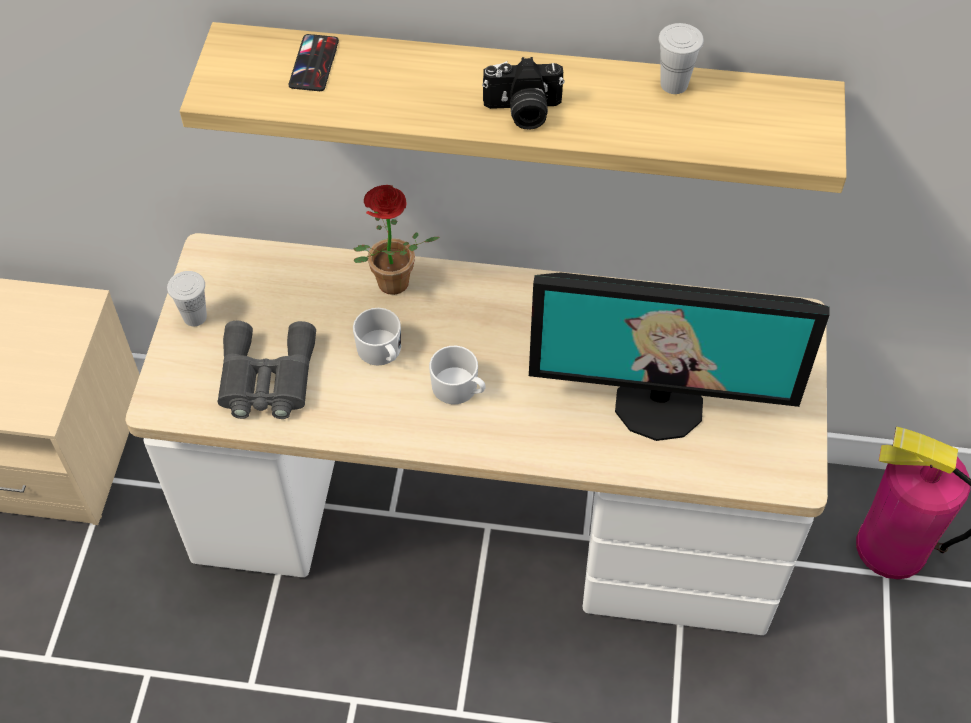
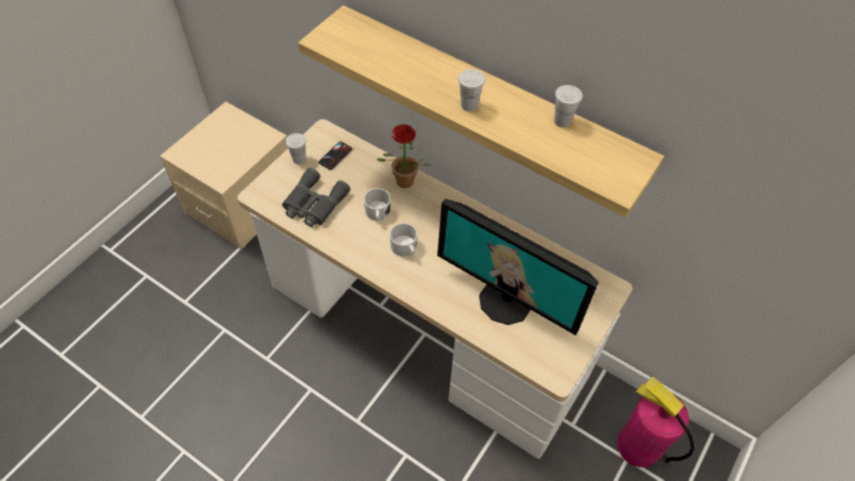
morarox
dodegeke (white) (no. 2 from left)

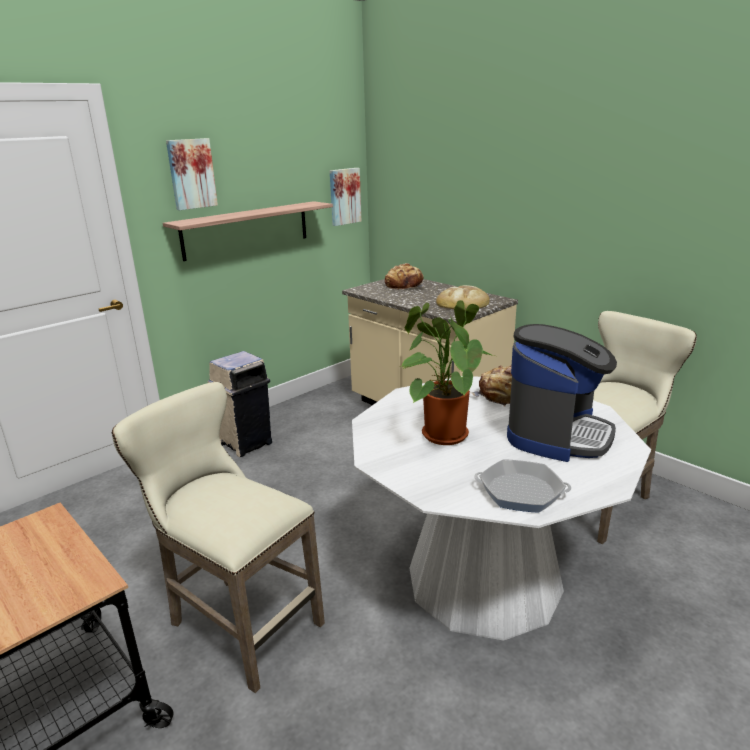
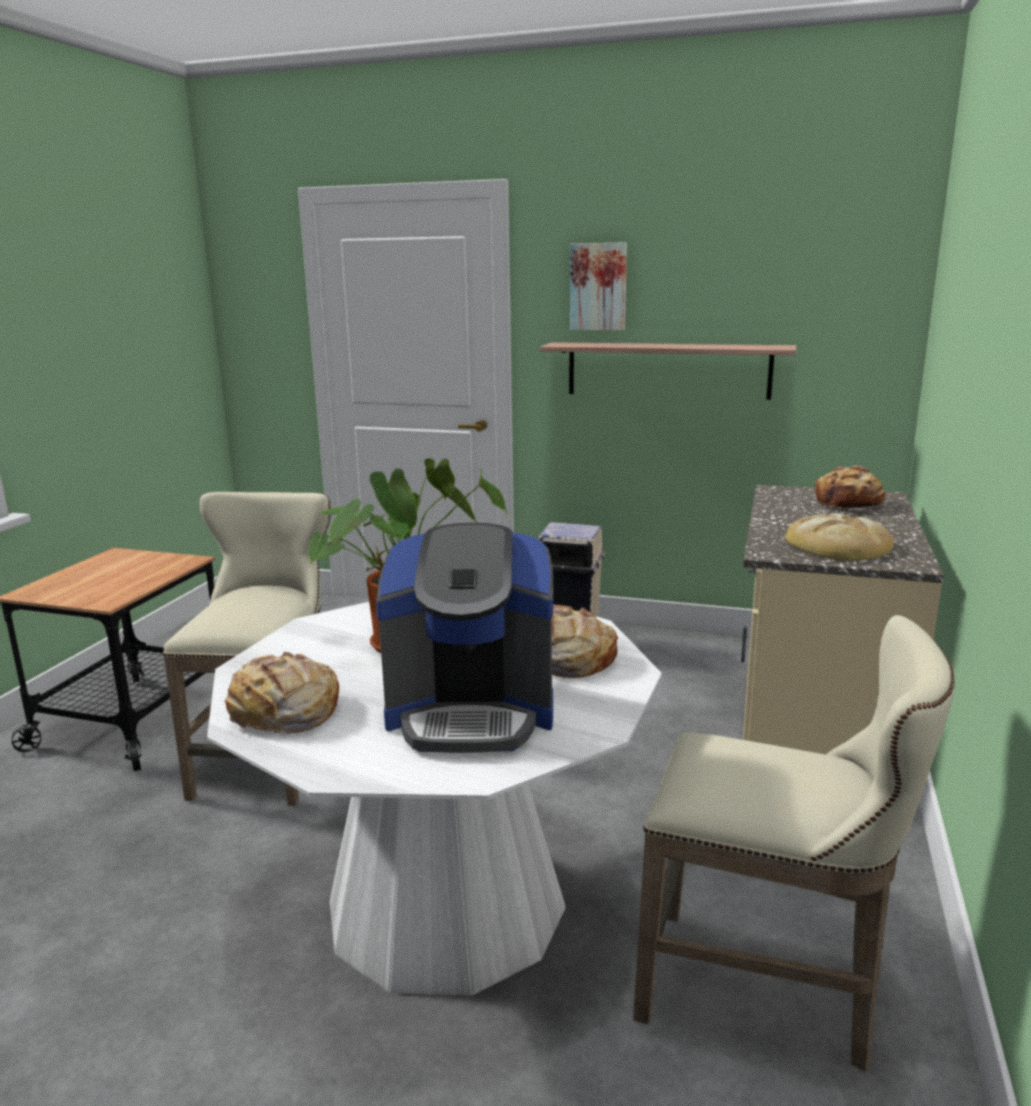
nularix (no. 1 from left)
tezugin (no. 2 from left in the first image)

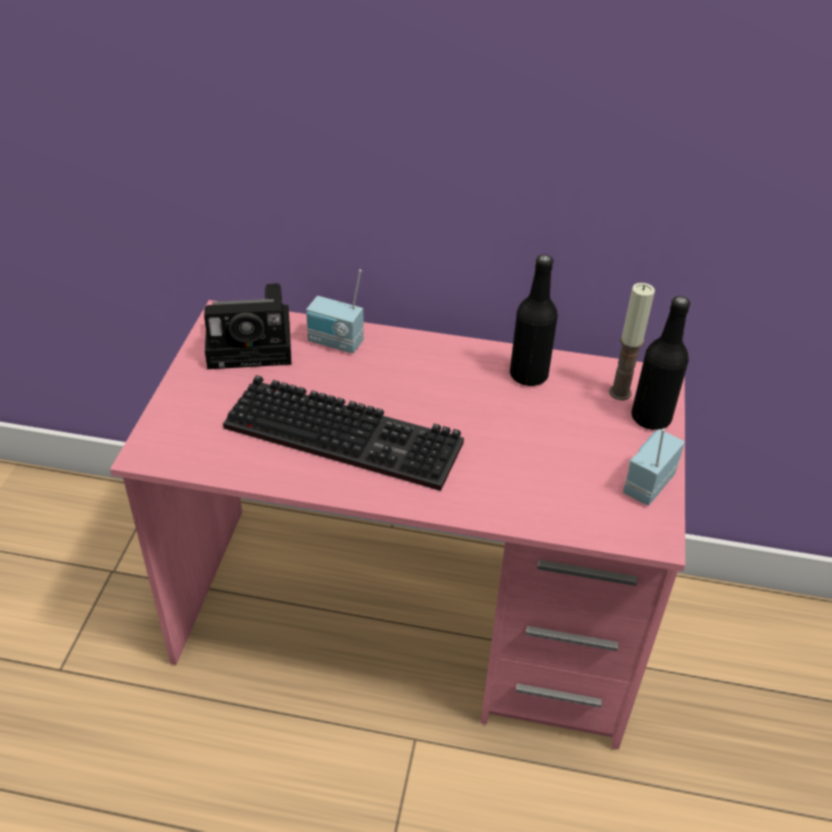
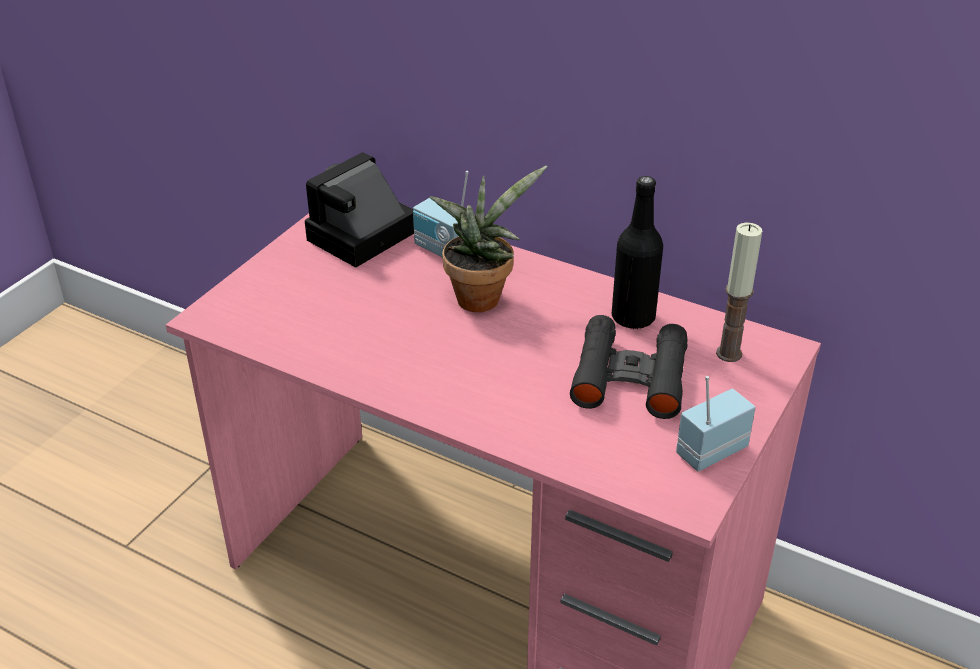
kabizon
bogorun
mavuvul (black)
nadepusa
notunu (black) (no. 2 from left in the first image)

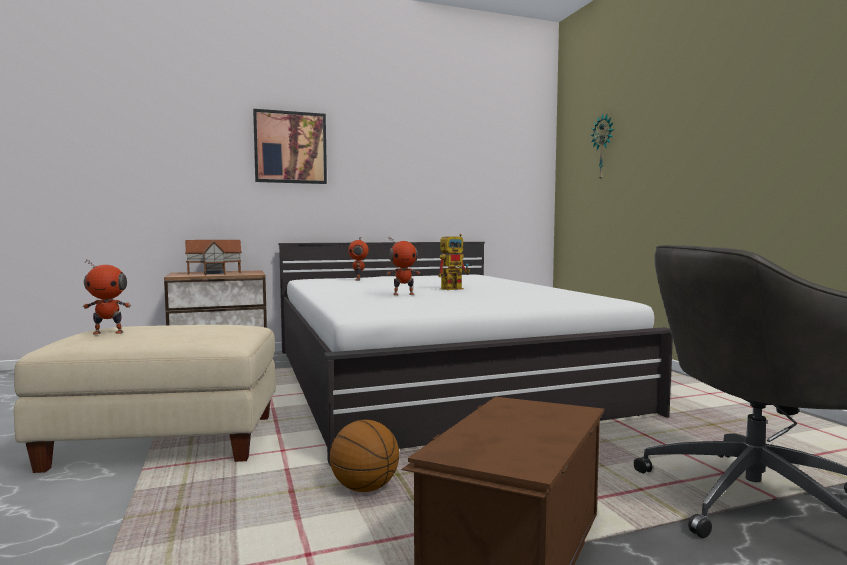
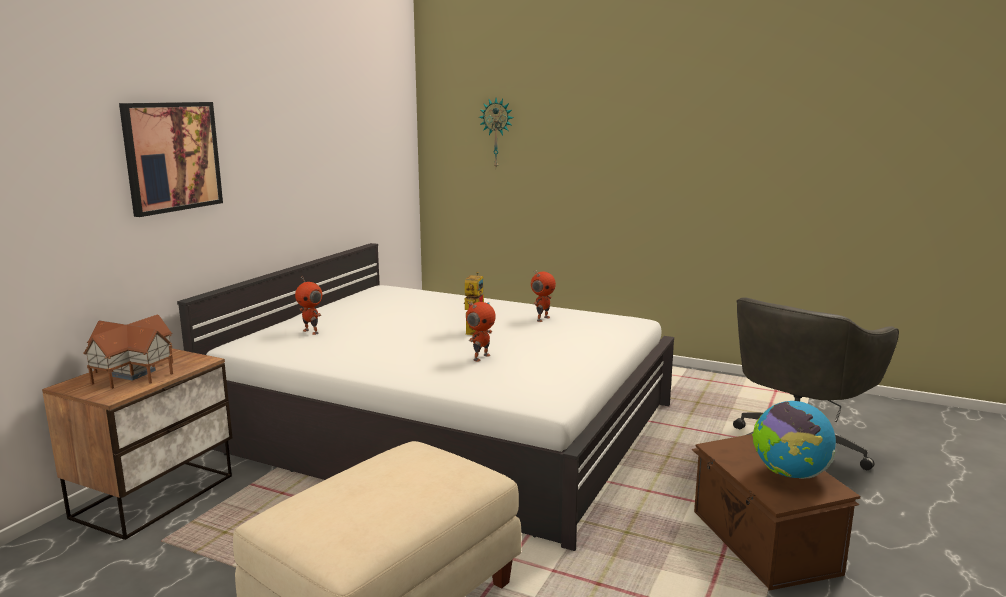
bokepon (no. 4 from left)
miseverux
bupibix

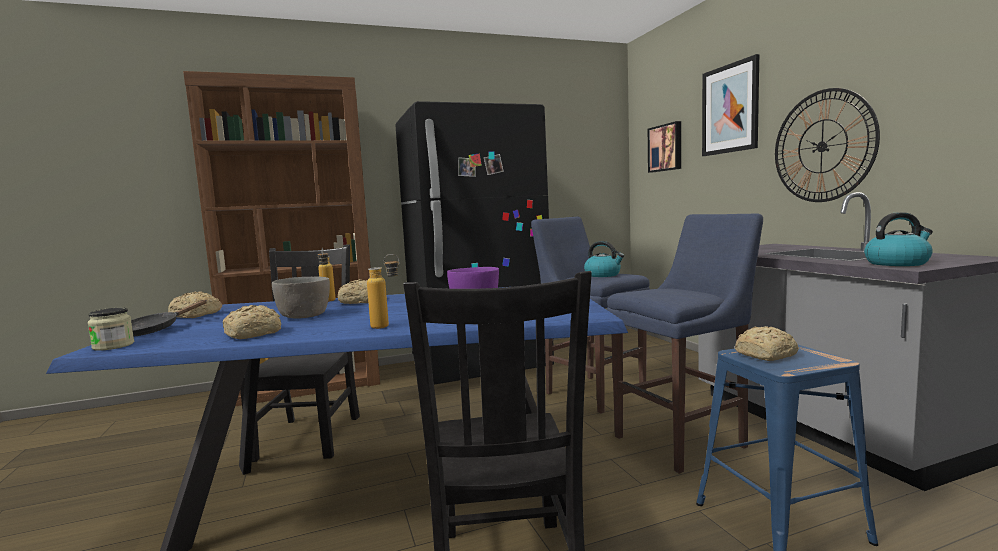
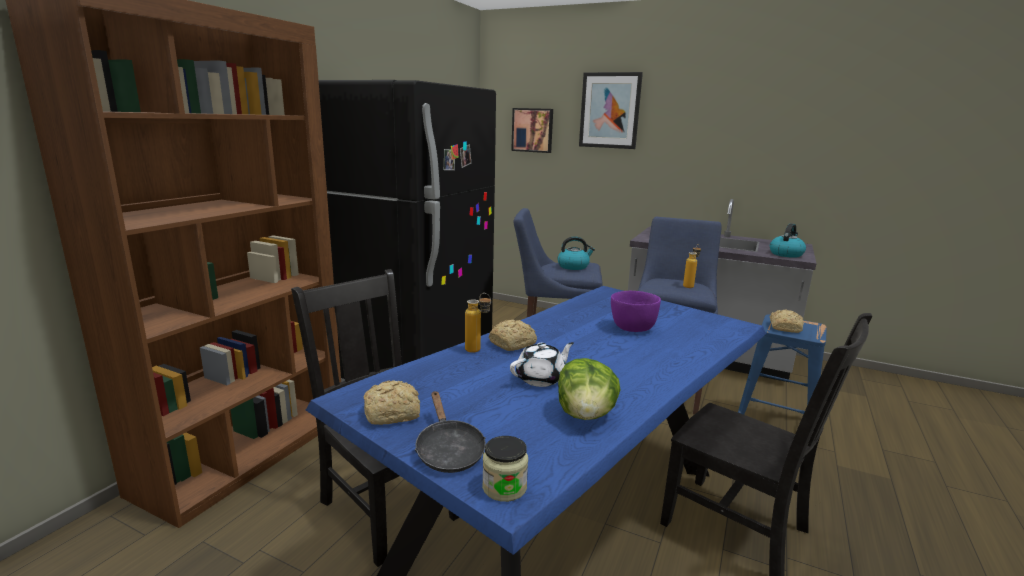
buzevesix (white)
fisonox
notunu (no. 2 from left)
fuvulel

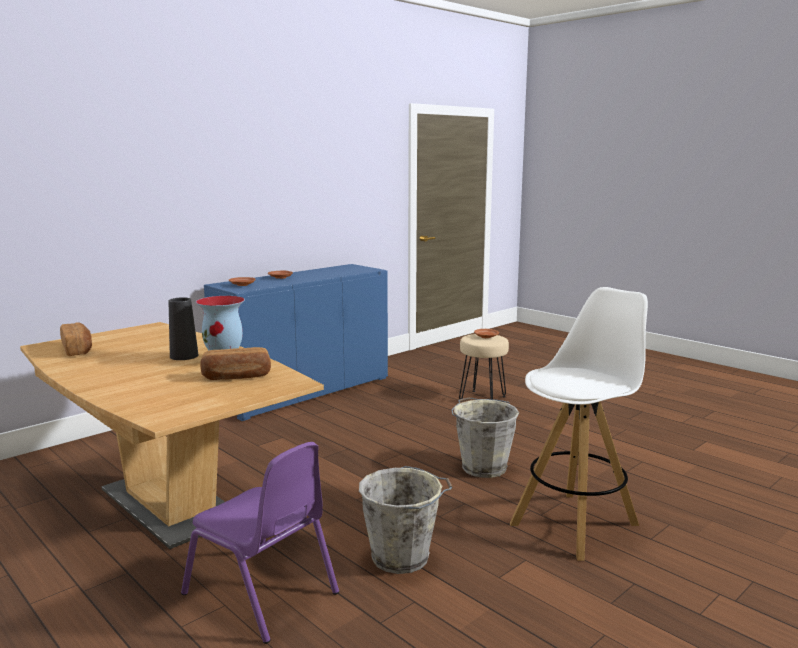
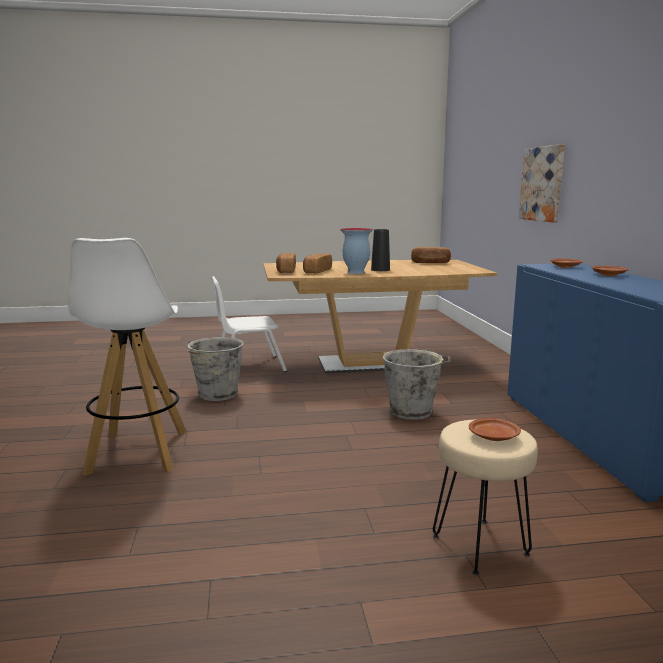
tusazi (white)
nularix (no. 1 from left)
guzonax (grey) (no. 2 from left)
tezugin

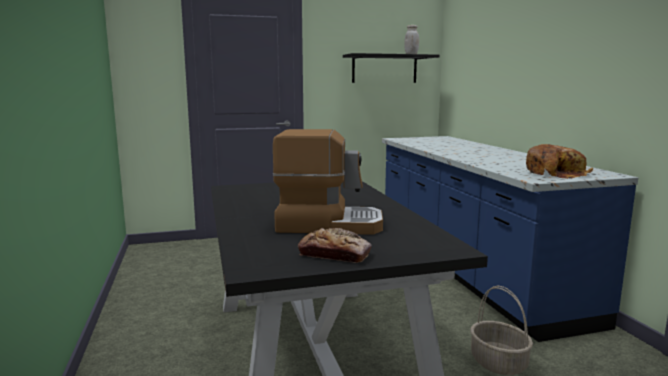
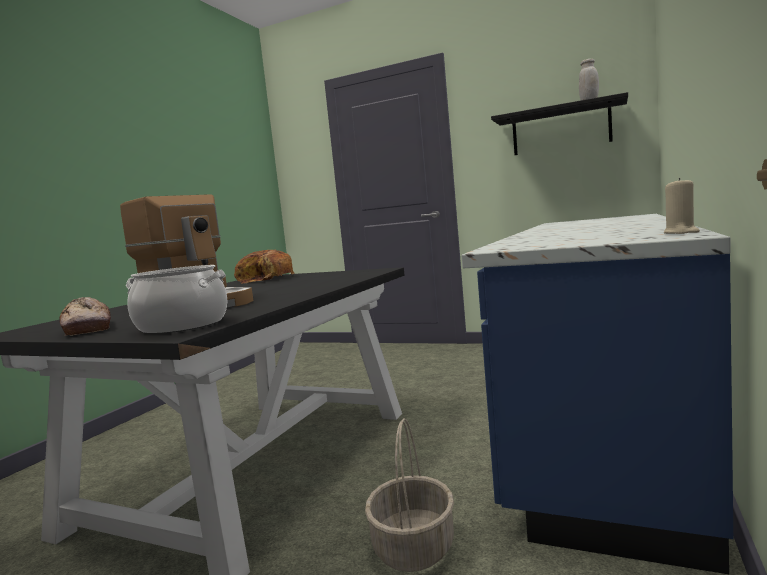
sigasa
nularix (no. 2 from left)
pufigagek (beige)

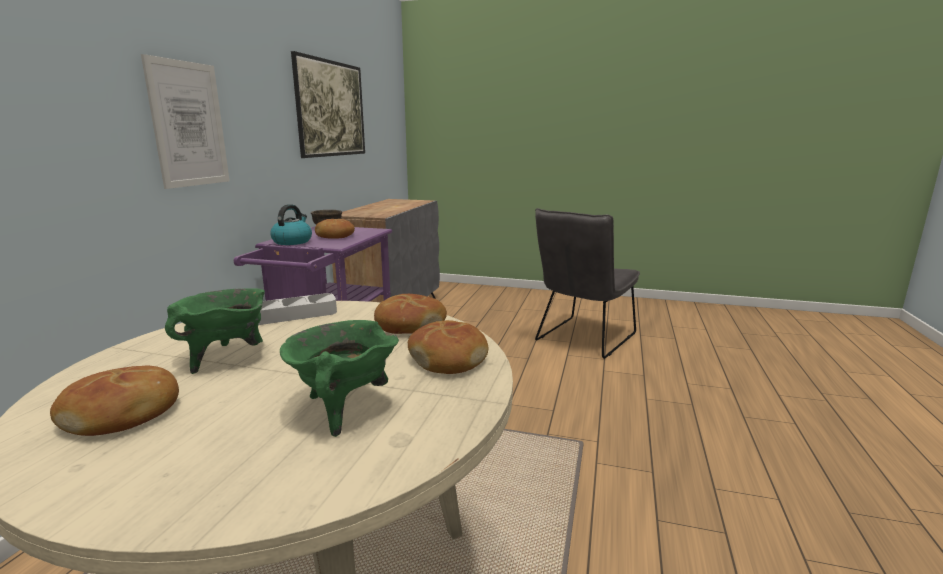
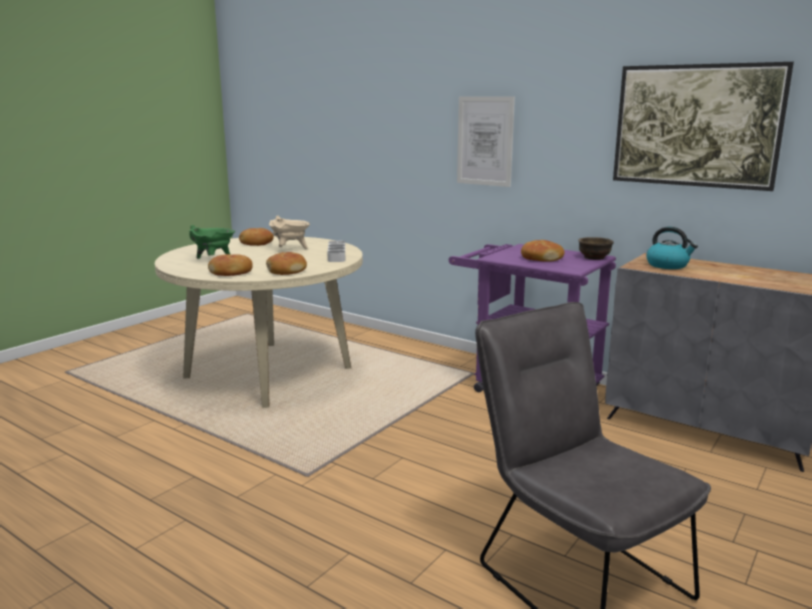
sigasa (beige)
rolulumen

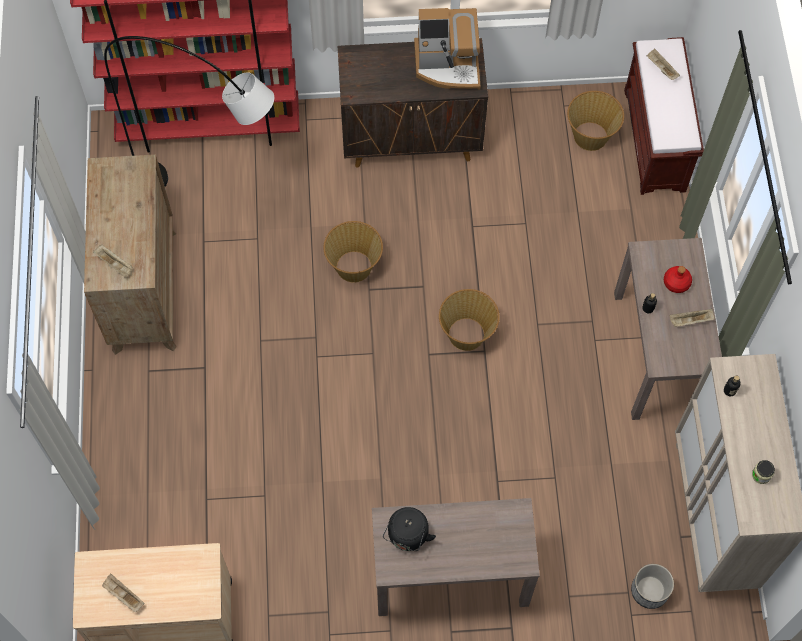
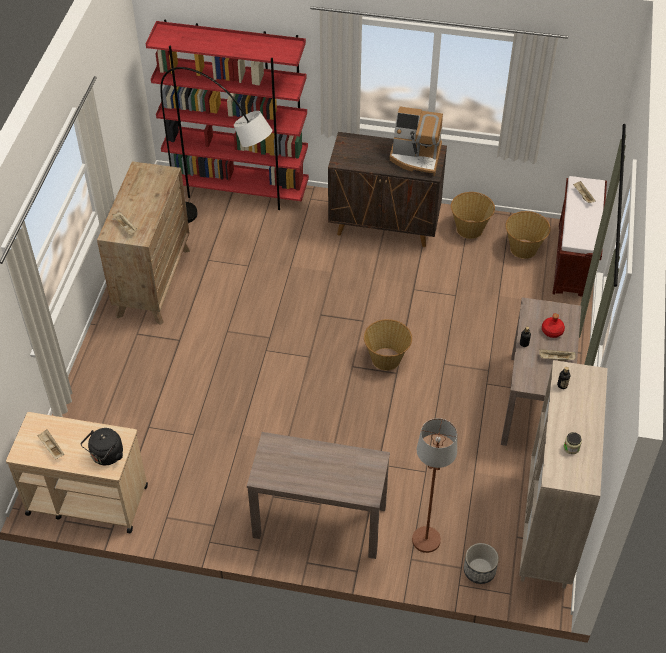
rolulumen (black)
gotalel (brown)
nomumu (no. 2 from left)

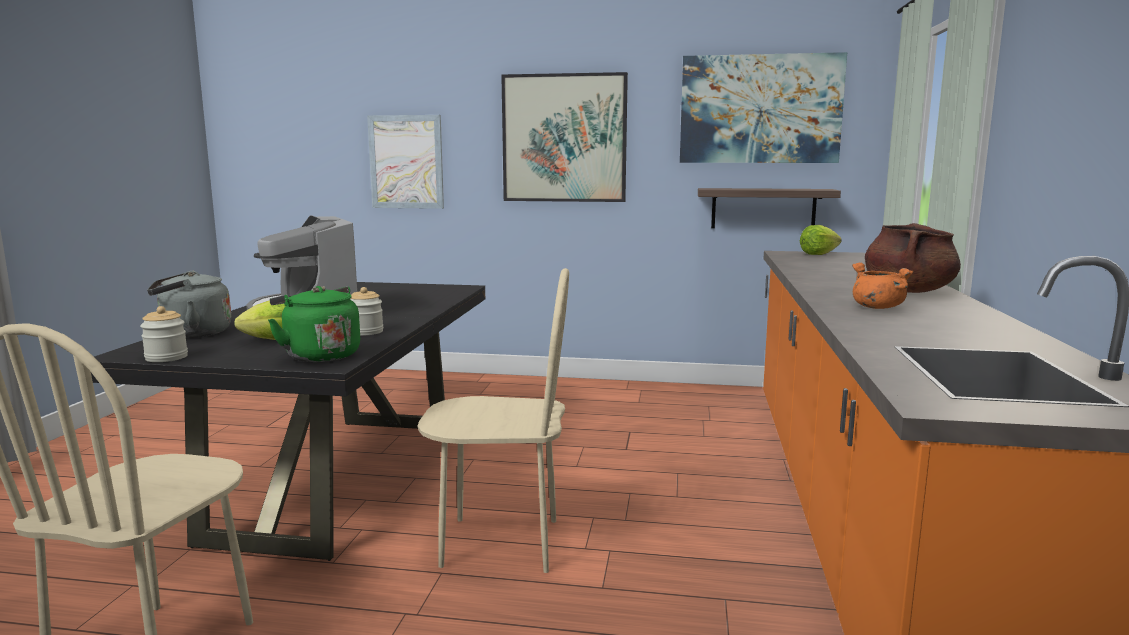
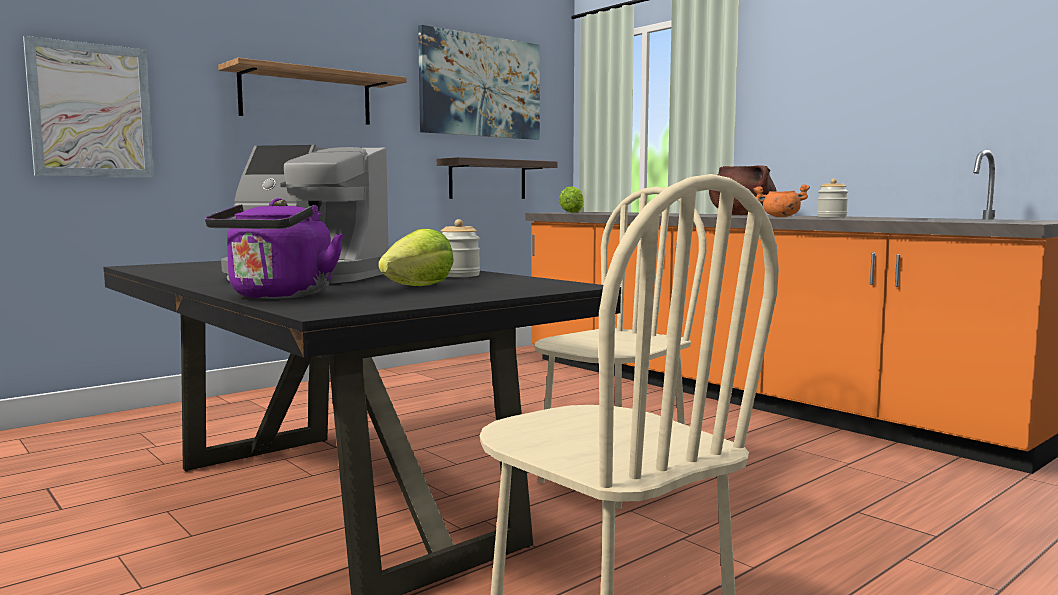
rolulumen (purple)
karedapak (no. 1 from left)
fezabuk (no. 2 from left)
rolulumen (green)

